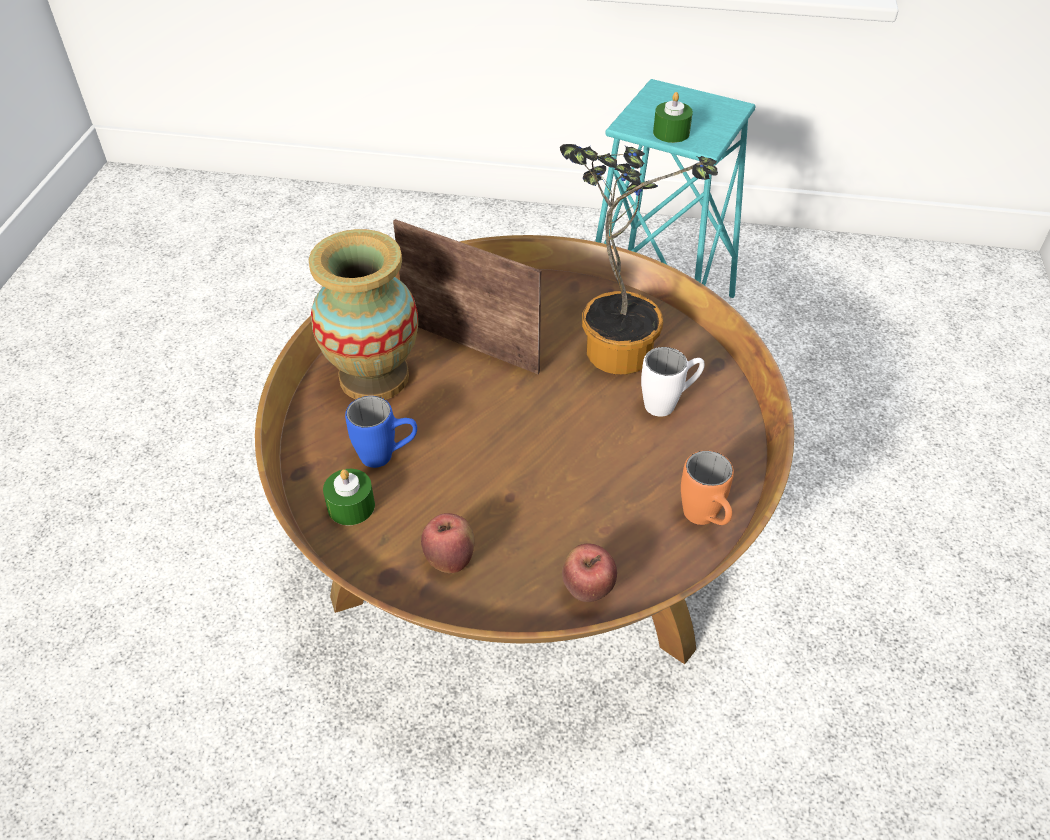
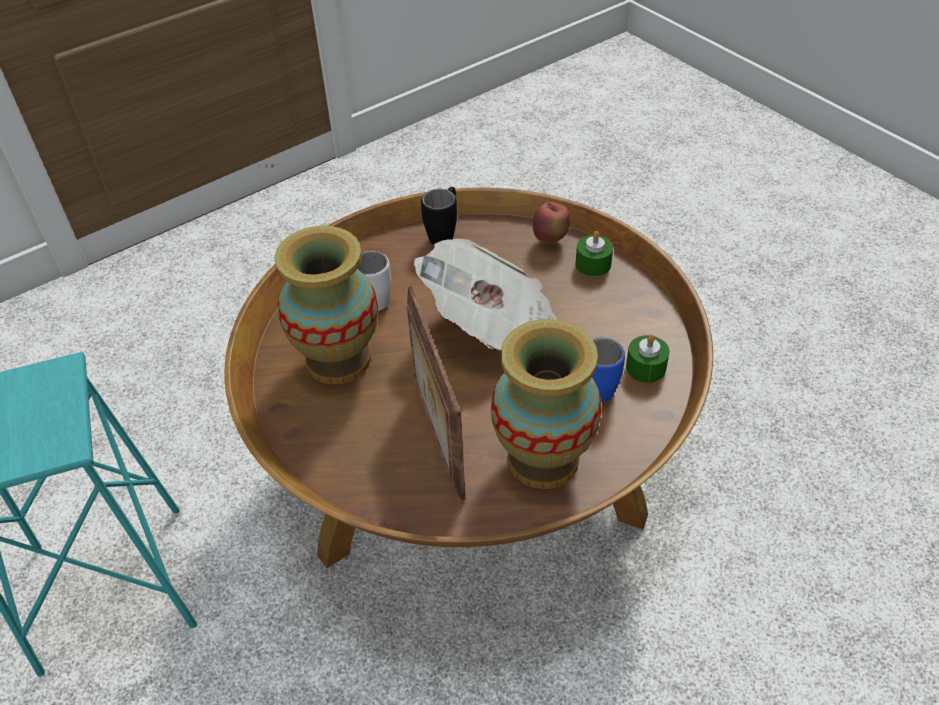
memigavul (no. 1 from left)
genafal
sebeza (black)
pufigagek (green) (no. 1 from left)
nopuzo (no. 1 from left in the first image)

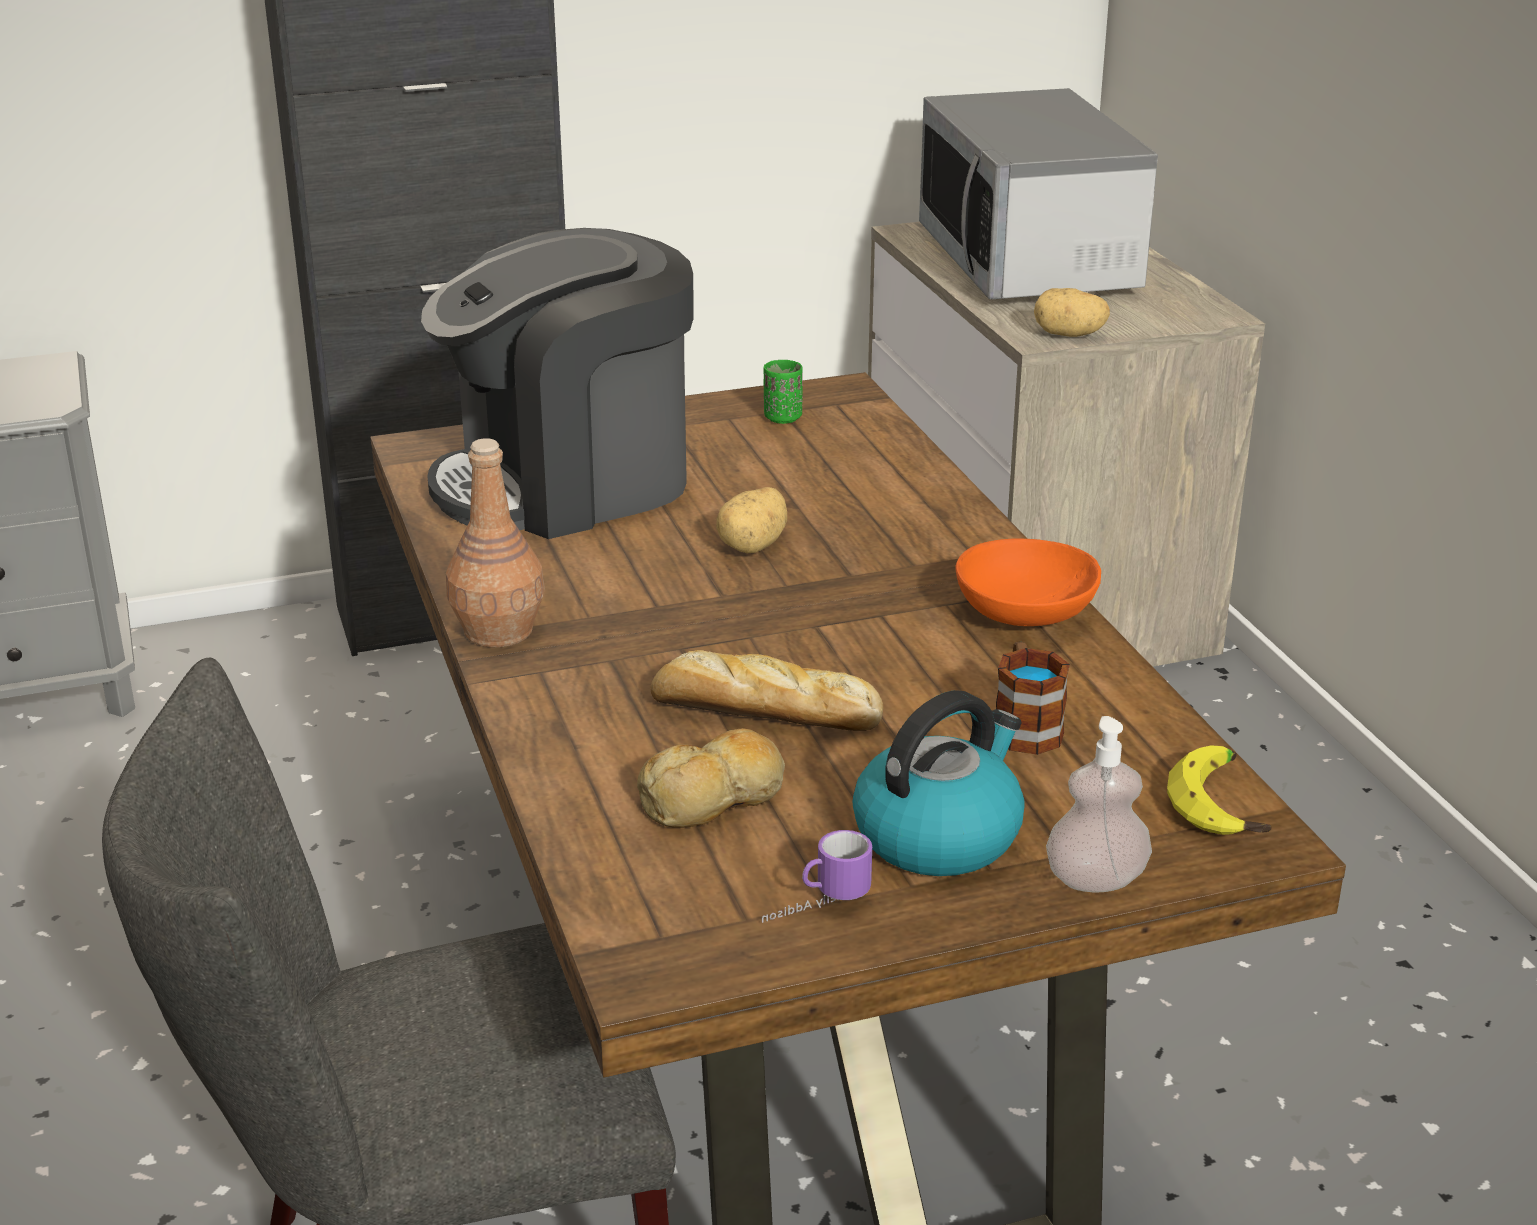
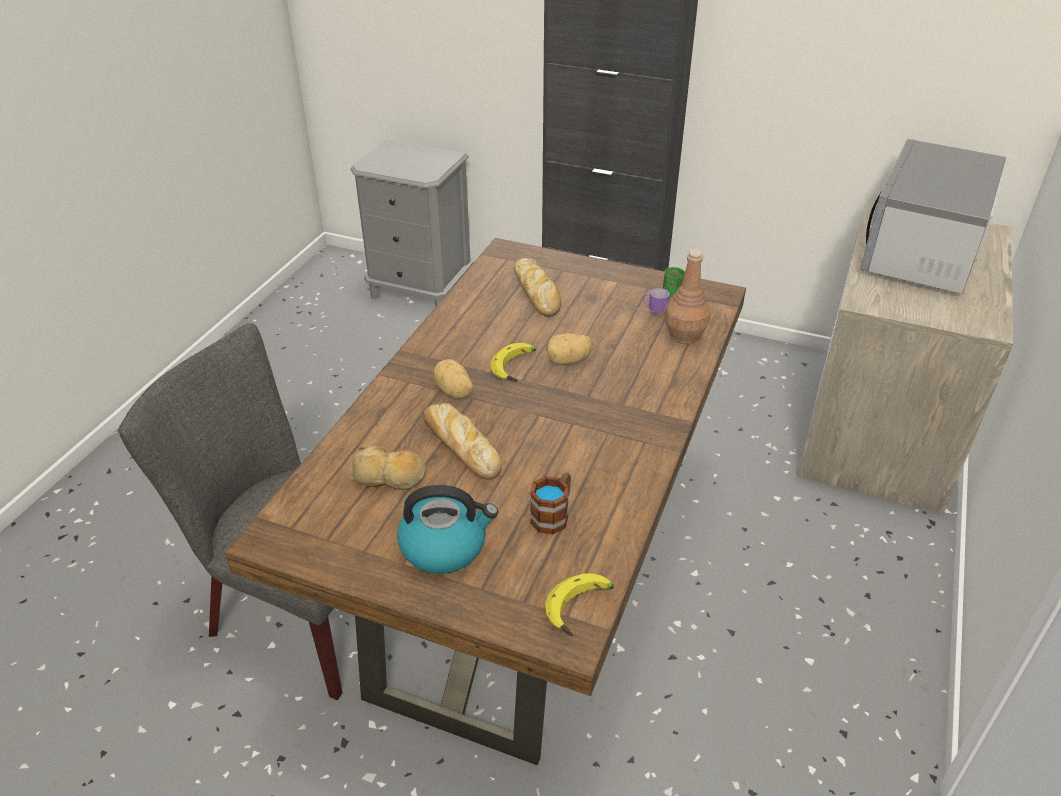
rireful (no. 1 from left)
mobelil (no. 1 from left)
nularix (no. 3 from left)
sebeza (no. 2 from left)
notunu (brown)
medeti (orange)
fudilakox

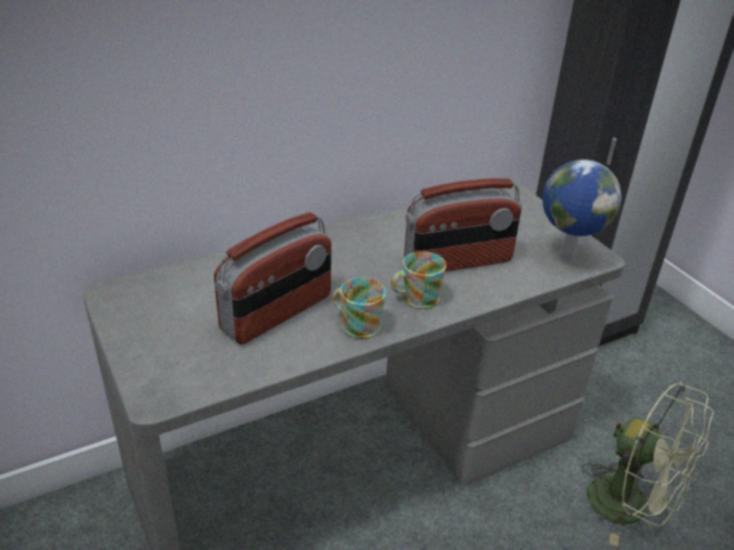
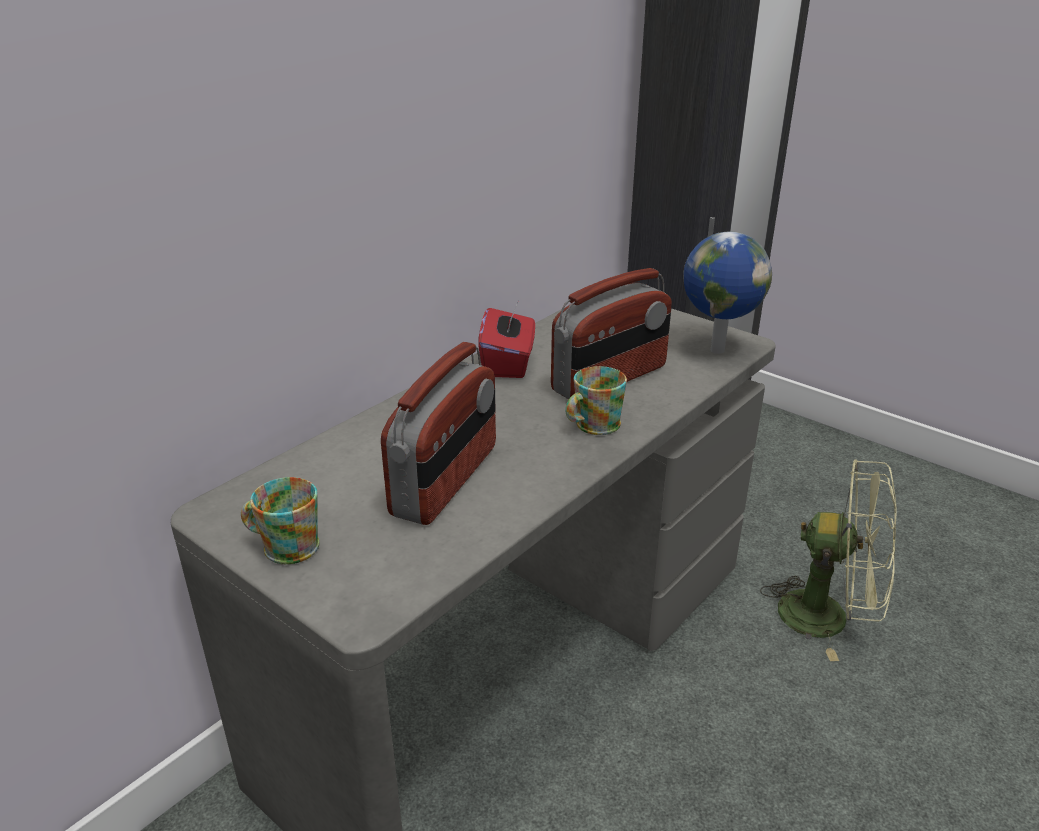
sebeza (no. 1 from left)
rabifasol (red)

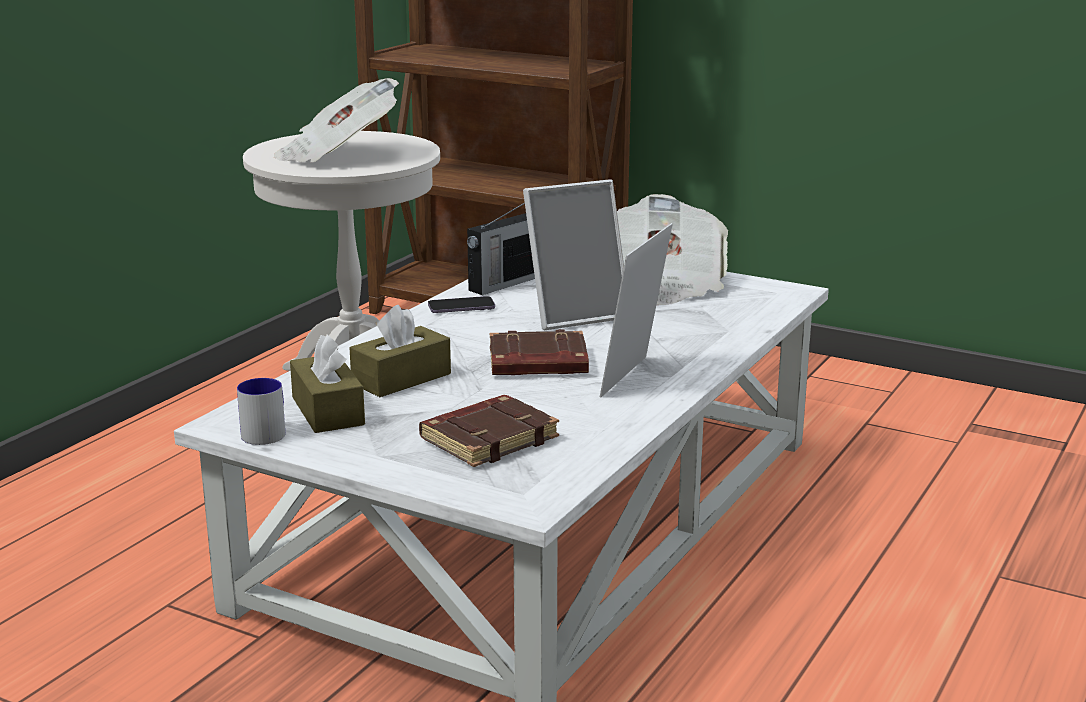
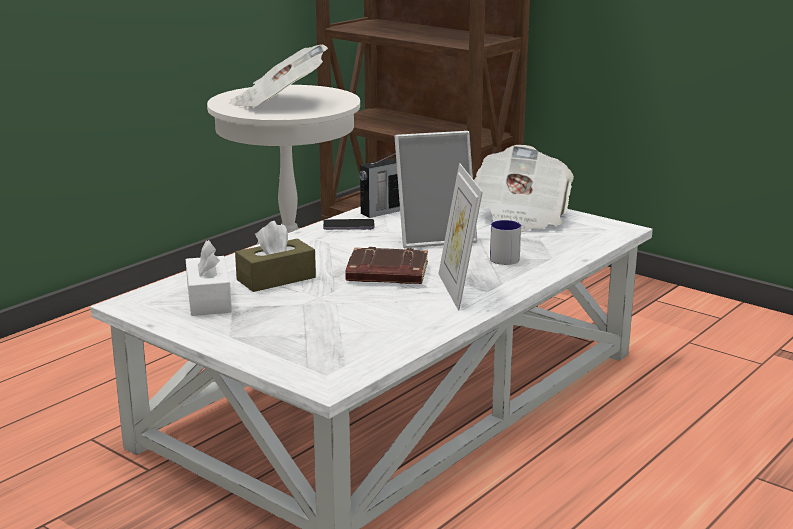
rabifasol (white)
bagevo (no. 2 from left)
sebeza
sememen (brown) (no. 1 from left in the first image)

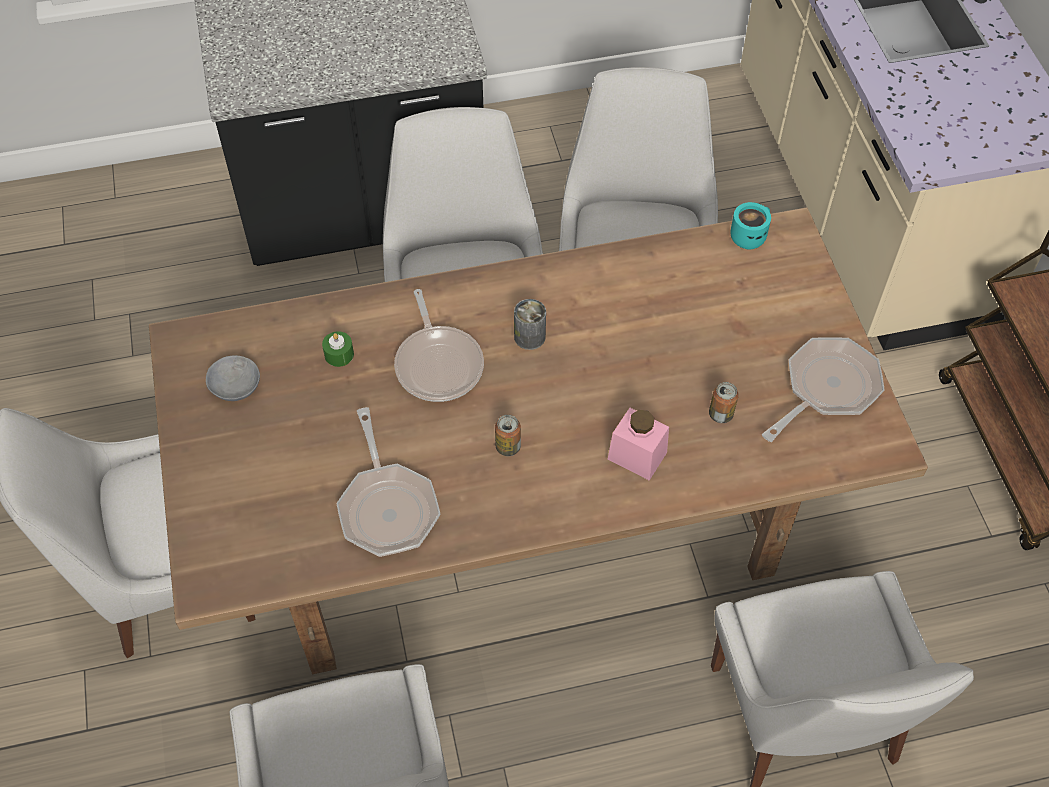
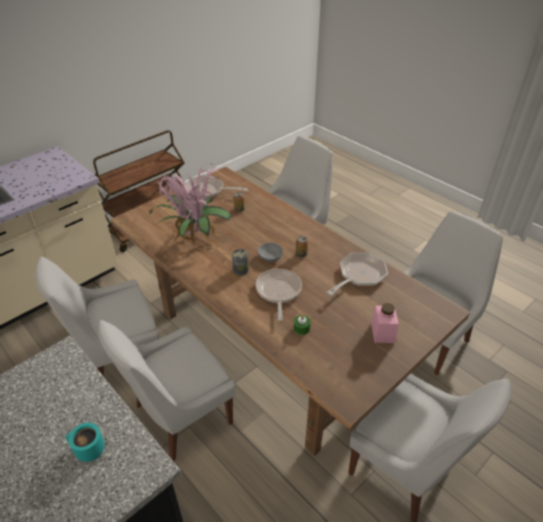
sebeza (turquoise)
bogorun
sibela (no. 2 from left)
medeti (grey)
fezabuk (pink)

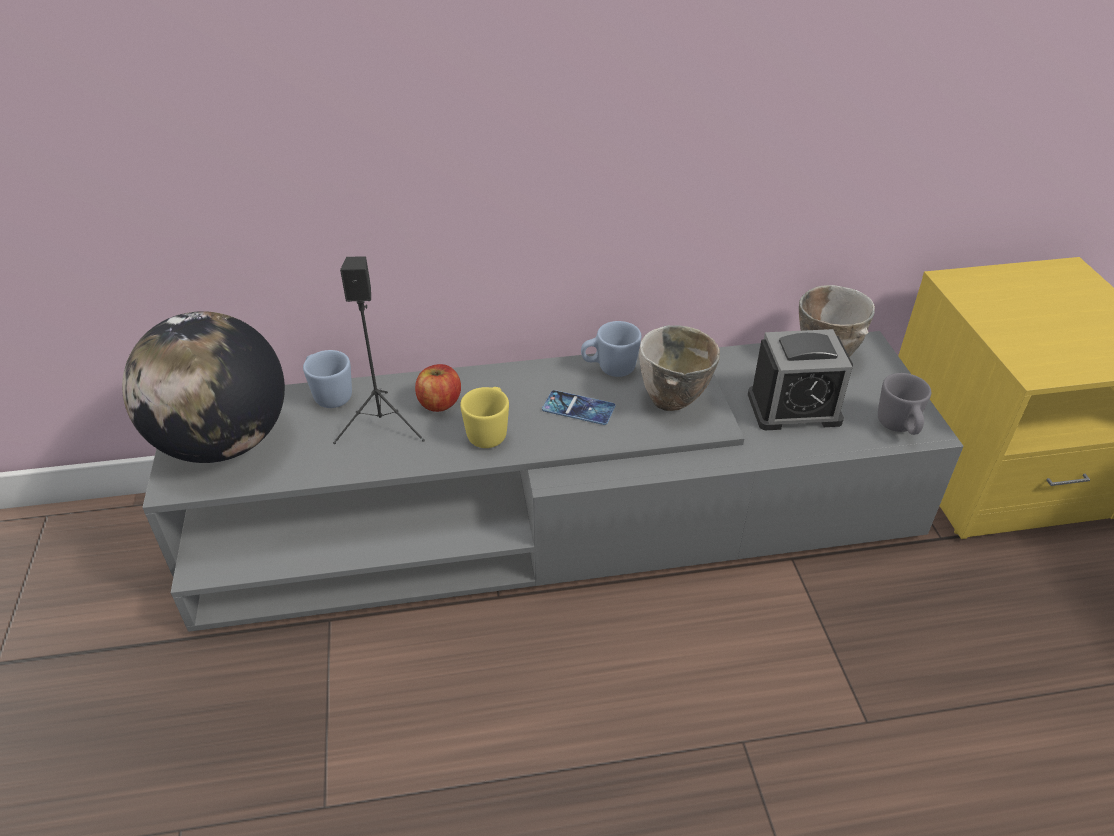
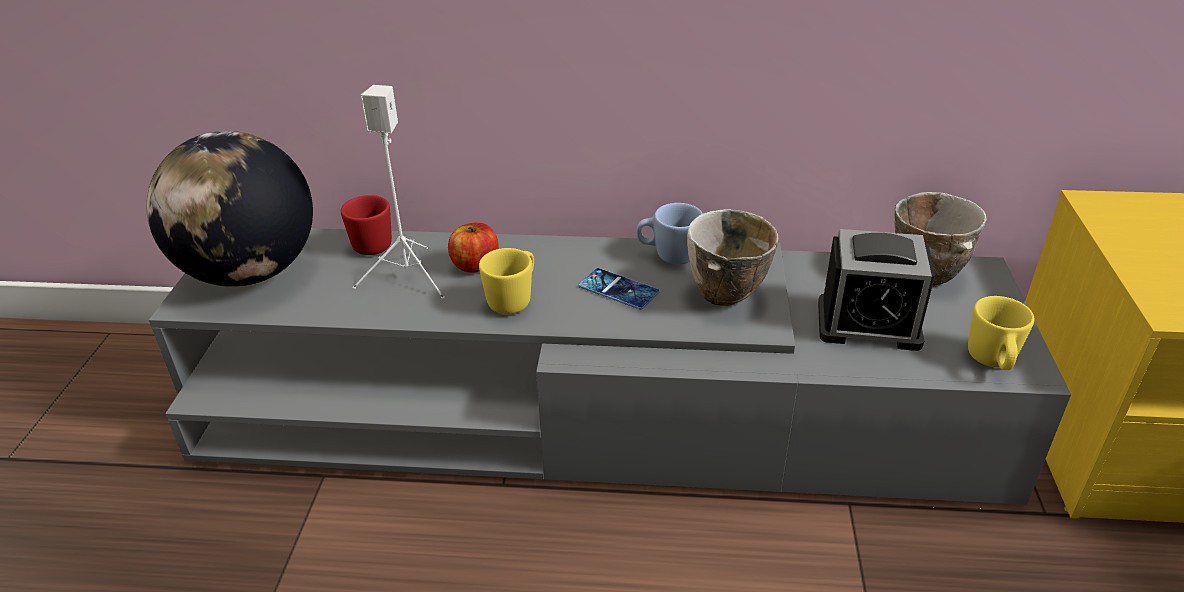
sebeza (red)
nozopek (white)
sebeza (yellow) (no. 2 from left)

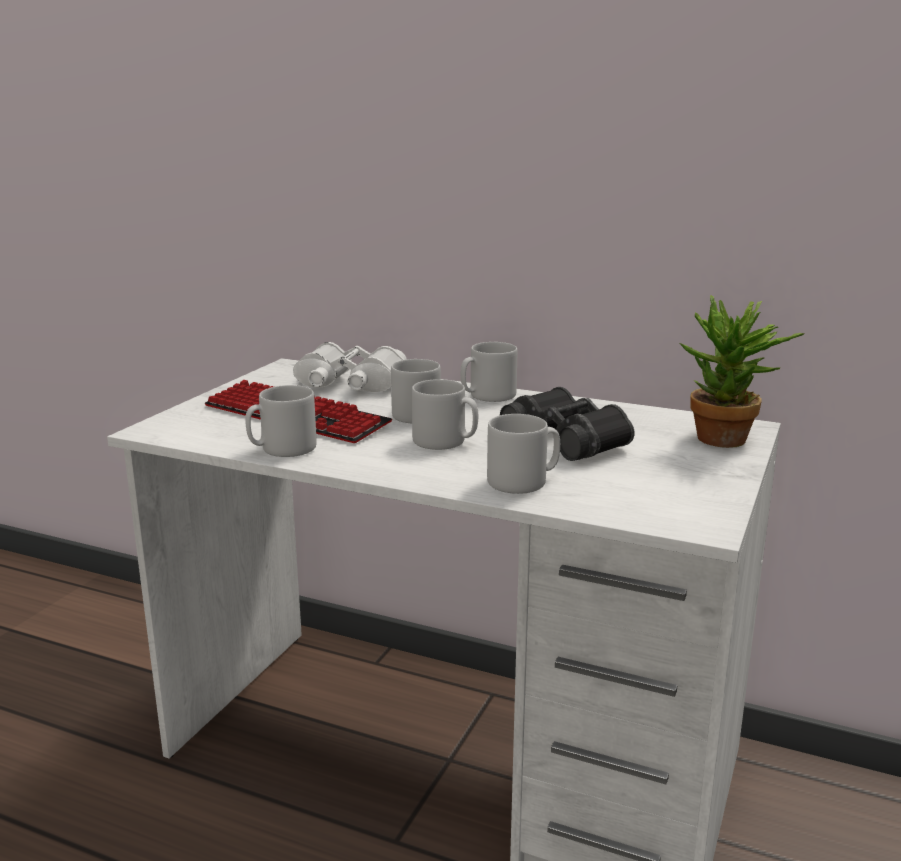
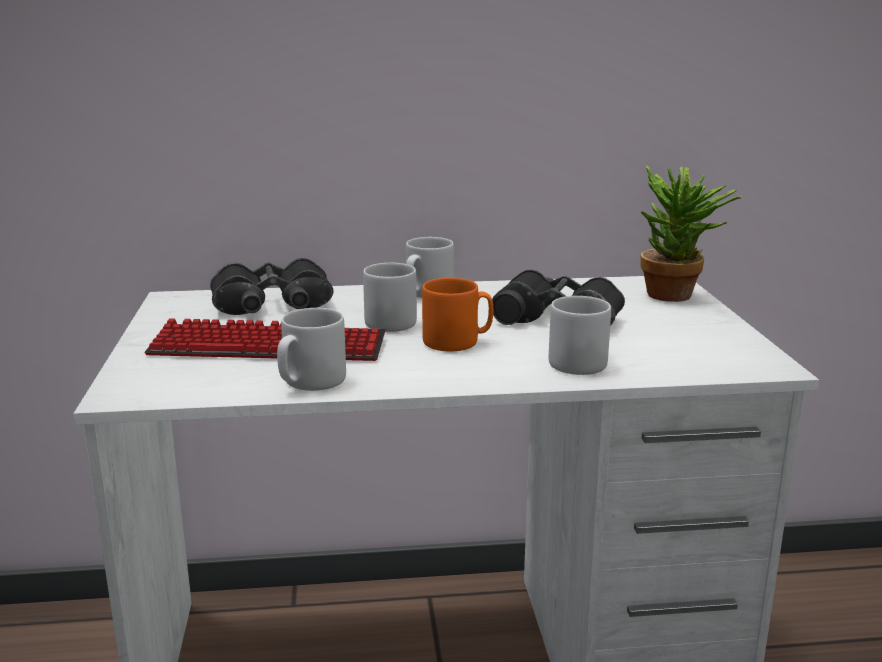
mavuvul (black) (no. 1 from left)
sebeza (orange)

